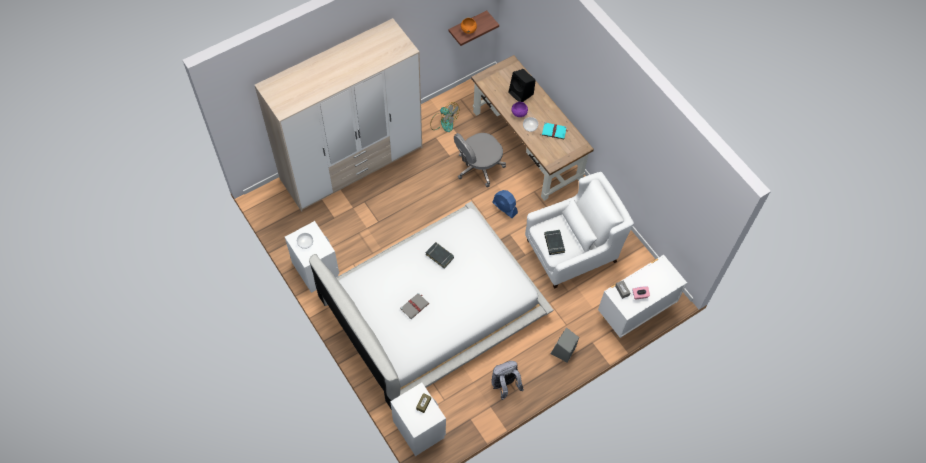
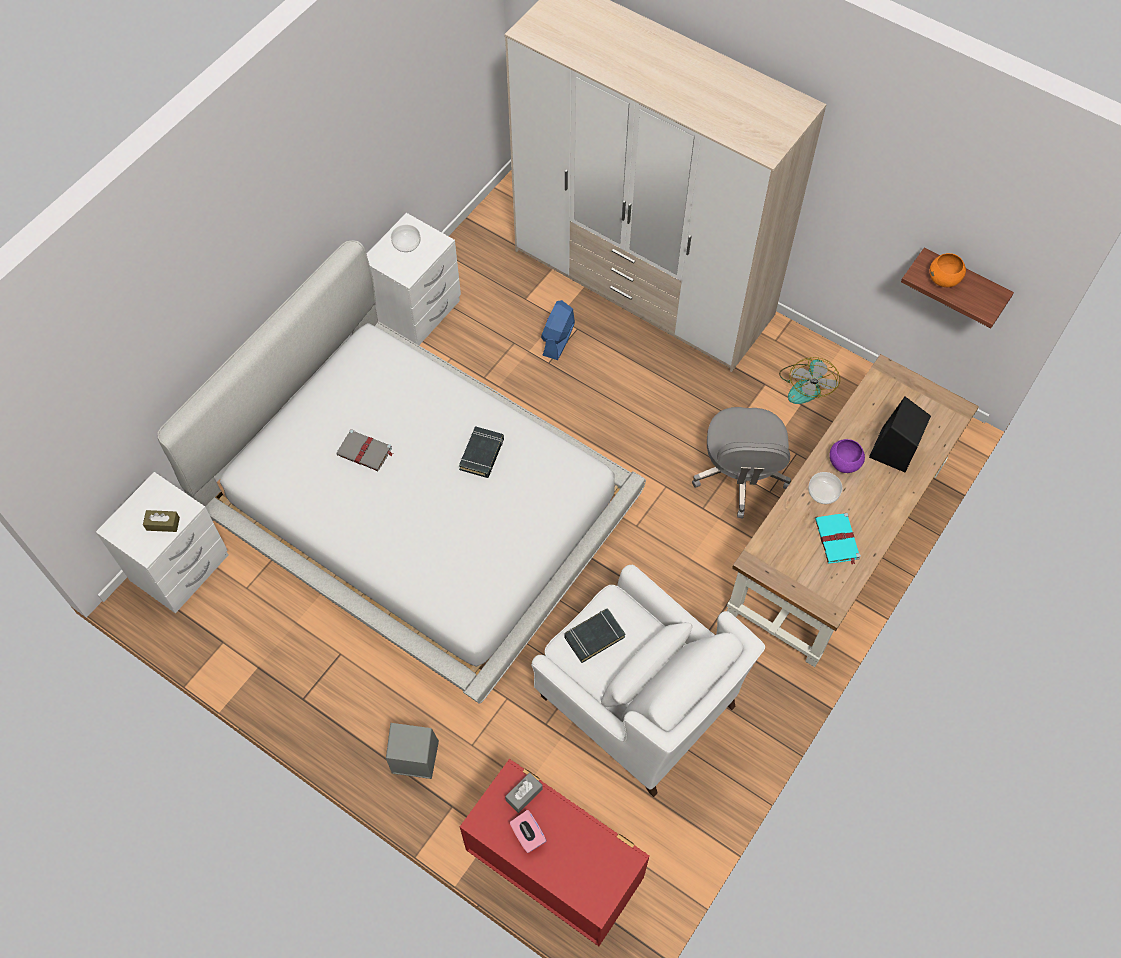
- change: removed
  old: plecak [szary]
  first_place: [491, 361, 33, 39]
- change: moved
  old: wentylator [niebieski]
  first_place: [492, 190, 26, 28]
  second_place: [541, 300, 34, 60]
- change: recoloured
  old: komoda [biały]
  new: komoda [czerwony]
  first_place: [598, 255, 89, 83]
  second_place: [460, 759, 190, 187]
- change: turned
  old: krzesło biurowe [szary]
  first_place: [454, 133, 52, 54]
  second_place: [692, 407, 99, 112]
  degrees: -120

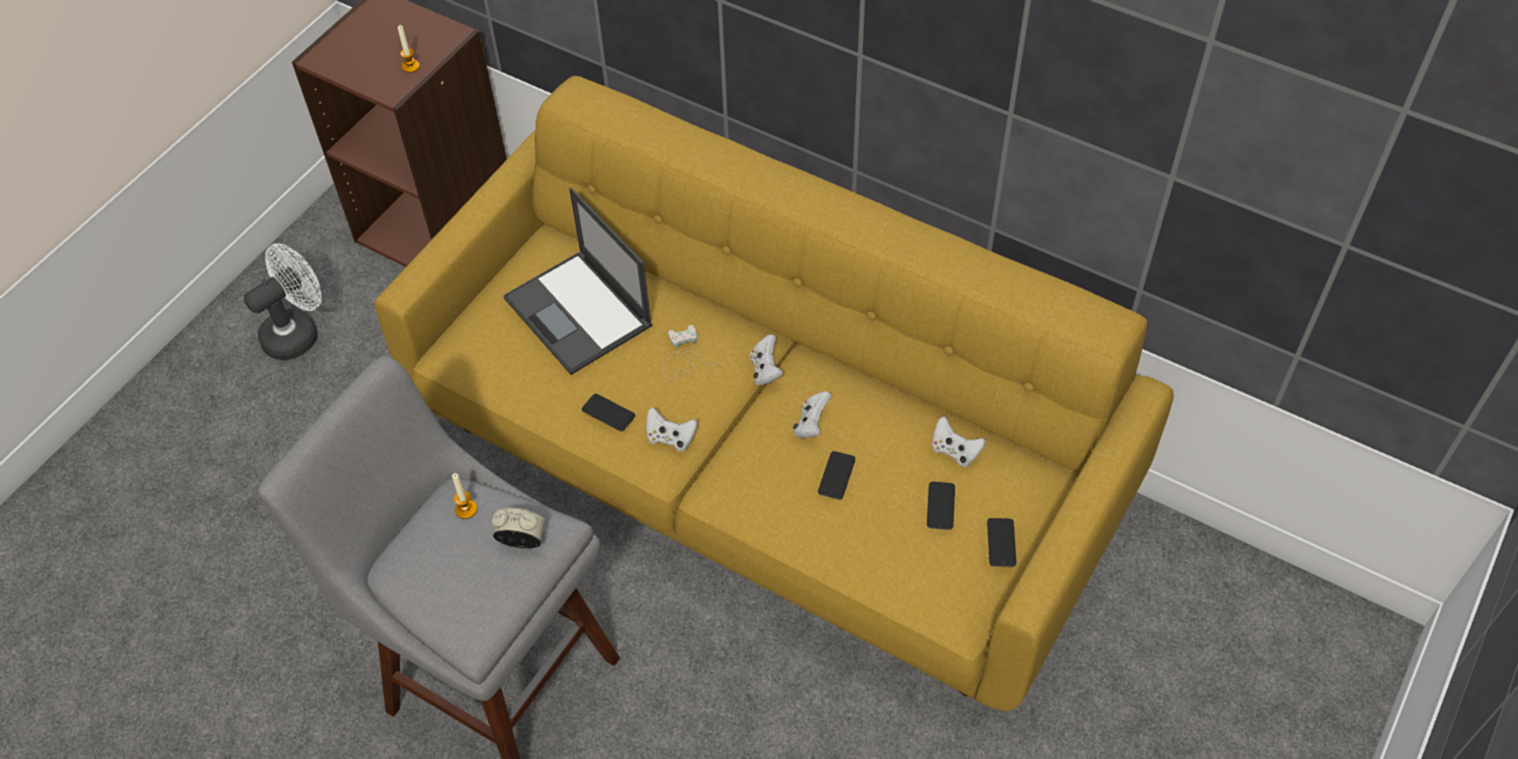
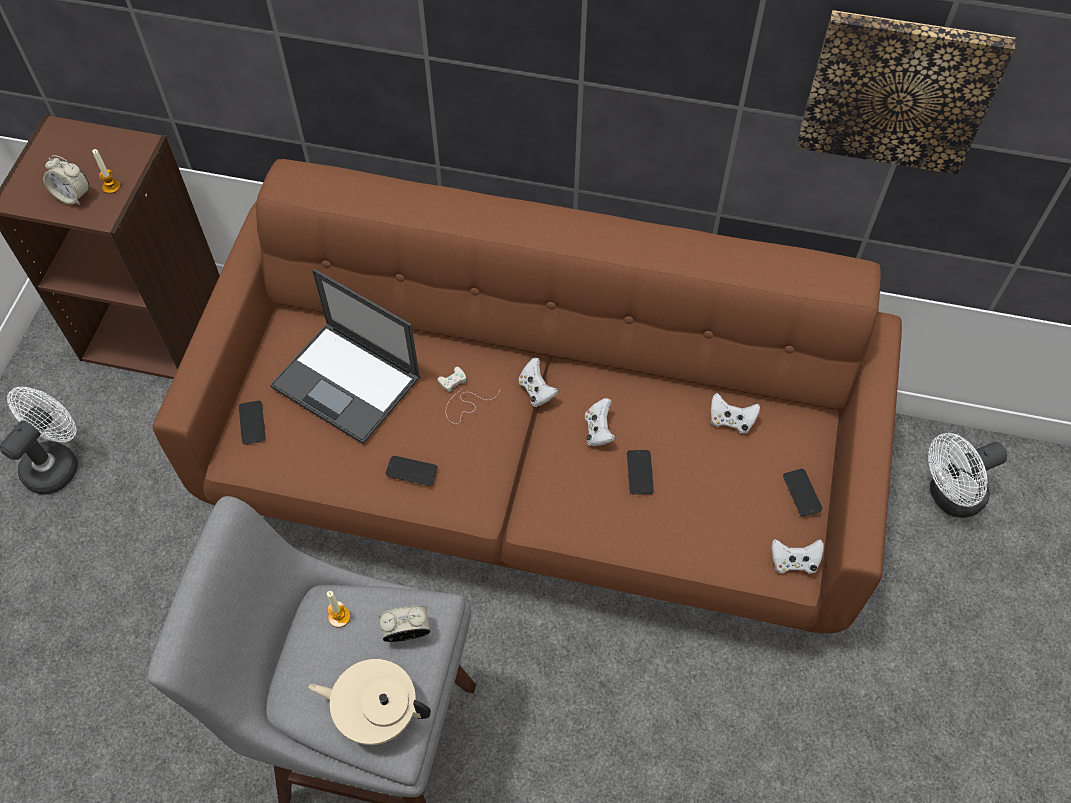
- change: added
  new: budzik
  second_place: [43, 155, 46, 50]
- change: added
  new: imbryk [beżowy]
  second_place: [308, 659, 123, 86]
- change: added
  new: obraz
  second_place: [796, 10, 220, 165]
- change: added
  new: wentylator [biały]
  second_place: [928, 433, 79, 85]
- change: moved
  old: pad do gier [biały]
  first_place: [646, 407, 52, 44]
  second_place: [771, 539, 53, 35]
- change: moved
  old: telefon
  first_place: [927, 482, 28, 48]
  second_place: [239, 401, 27, 44]
- change: recoloured
  old: kanapa [żółty]
  new: kanapa [brązowy]
  first_place: [375, 76, 799, 635]
  second_place: [153, 159, 749, 475]

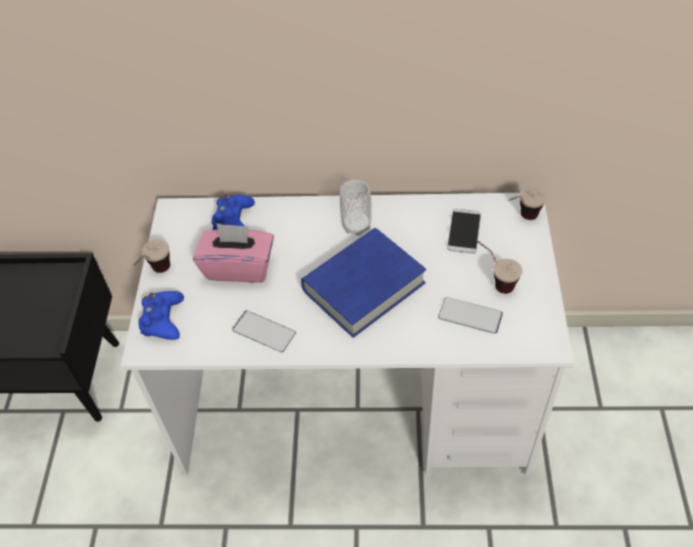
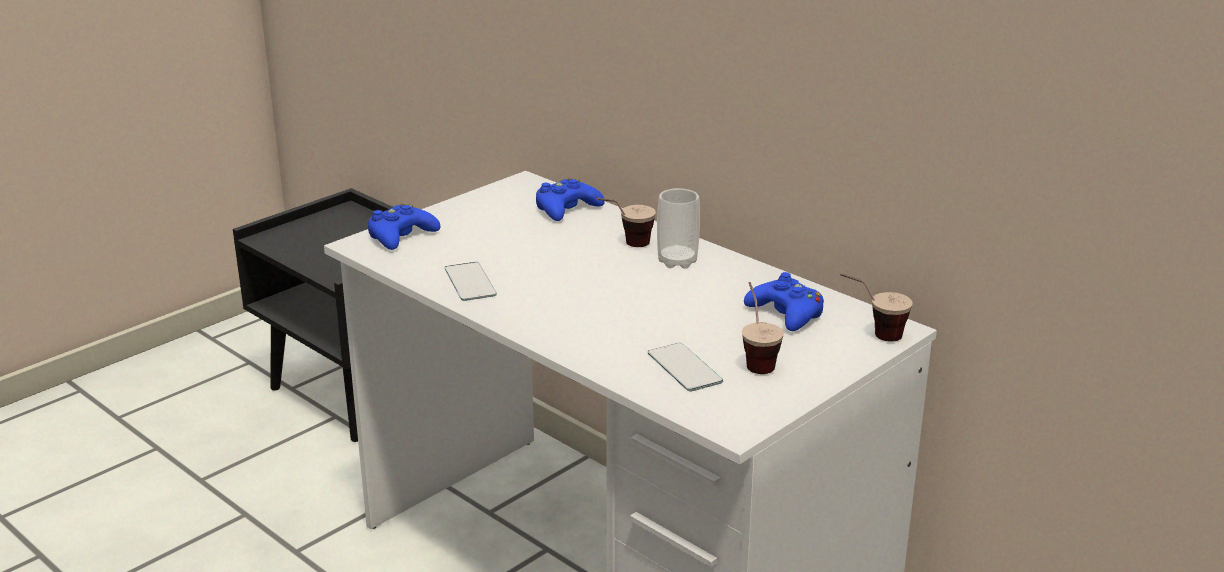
- change: removed
  old: pudełko chusteczek [różowy]
  first_place: [193, 223, 81, 60]
- change: removed
  old: książka [niebieski]
  first_place: [301, 228, 125, 110]
- change: moved
  old: filiżanka
  first_place: [134, 239, 36, 34]
  second_place: [597, 198, 59, 49]
- change: replaced
  old: telefon
  new: pad do gier [niebieski]
  first_place: [447, 209, 34, 45]
  second_place: [744, 272, 80, 59]

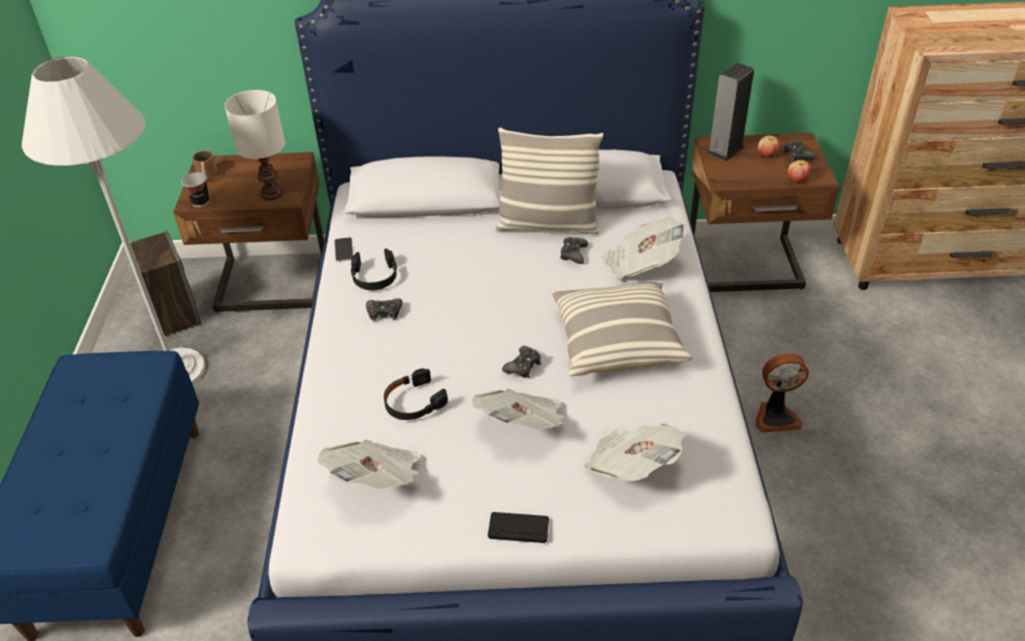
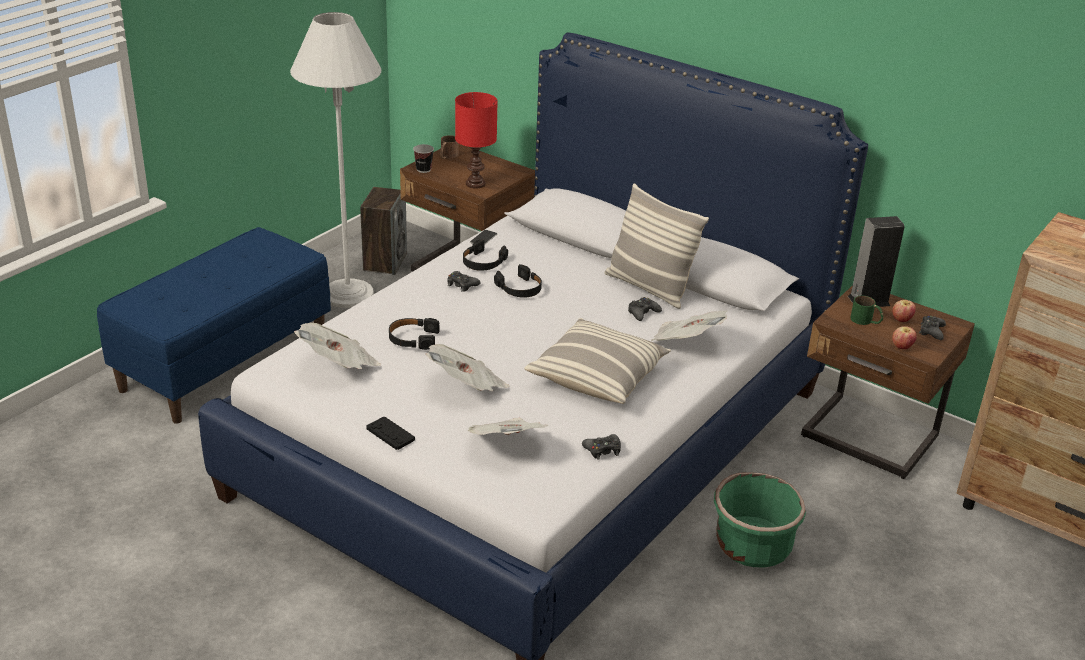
- change: added
  new: słuchawki [czarny]
  second_place: [494, 264, 48, 34]
- change: added
  new: kubek [zielony]
  second_place: [850, 295, 33, 30]
- change: moved
  old: pad do gier [czarny]
  first_place: [502, 346, 39, 32]
  second_place: [582, 434, 39, 25]
- change: replaced
  old: wentylator
  new: donica [zielony]
  first_place: [756, 353, 53, 80]
  second_place: [714, 472, 92, 96]
- change: recoloured
  old: lampa stołowa [biały]
  new: lampa stołowa [czerwony]
  first_place: [225, 90, 60, 110]
  second_place: [455, 92, 43, 97]

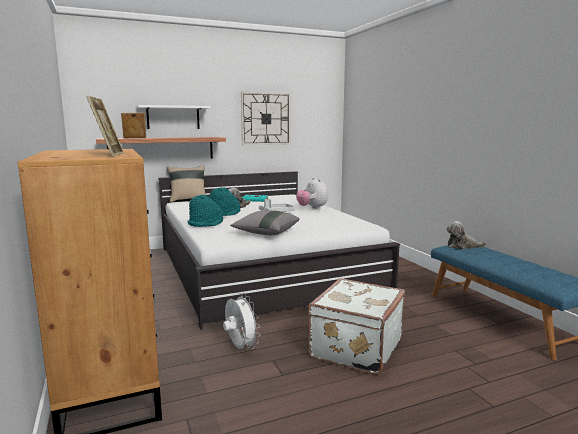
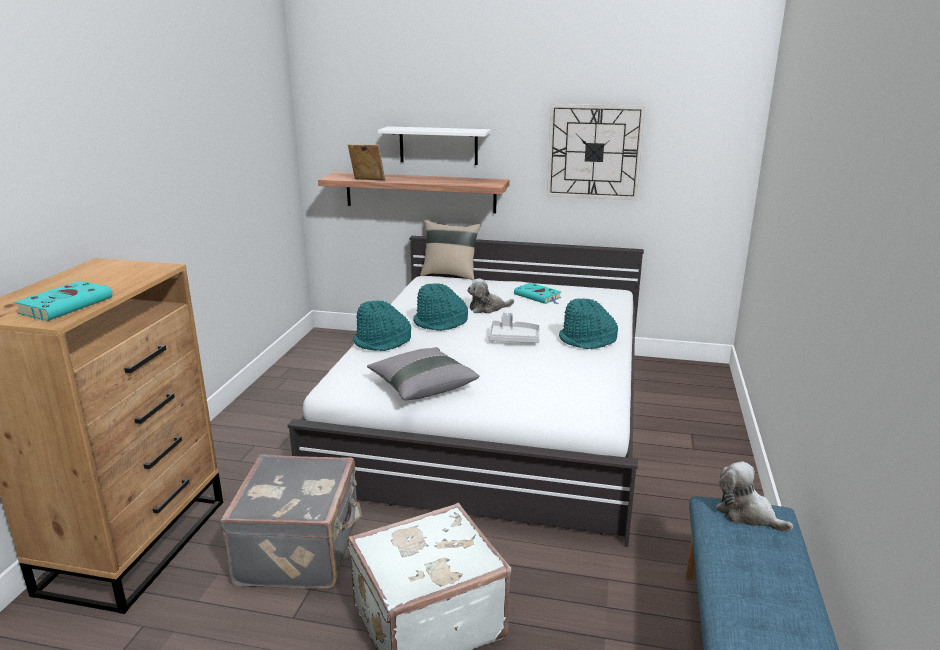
- change: replaced
  old: ramka na zdjęcie
  new: książka [turkusowy]
  first_place: [87, 96, 37, 61]
  second_place: [14, 281, 98, 40]
- change: replaced
  old: wentylator [biały]
  new: walizka [szary]
  first_place: [223, 293, 38, 57]
  second_place: [220, 454, 142, 135]
- change: replaced
  old: pluszak
  new: kapelusz [turkusowy]
  first_place: [296, 178, 32, 31]
  second_place: [559, 298, 59, 51]

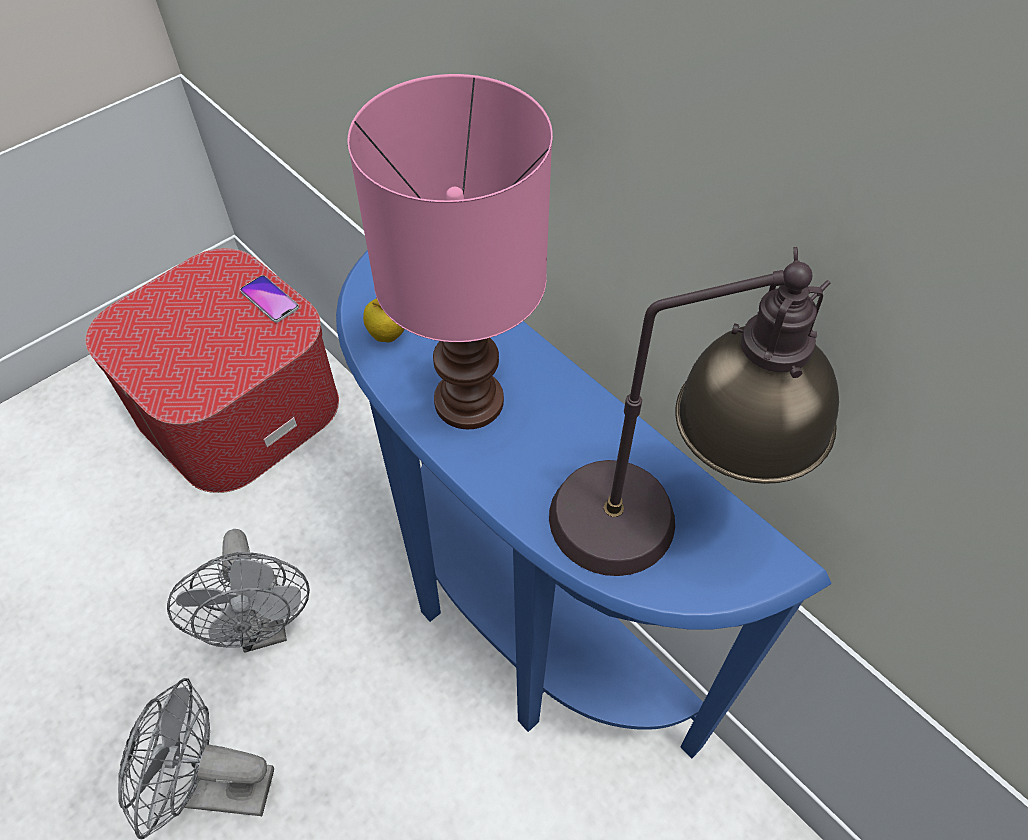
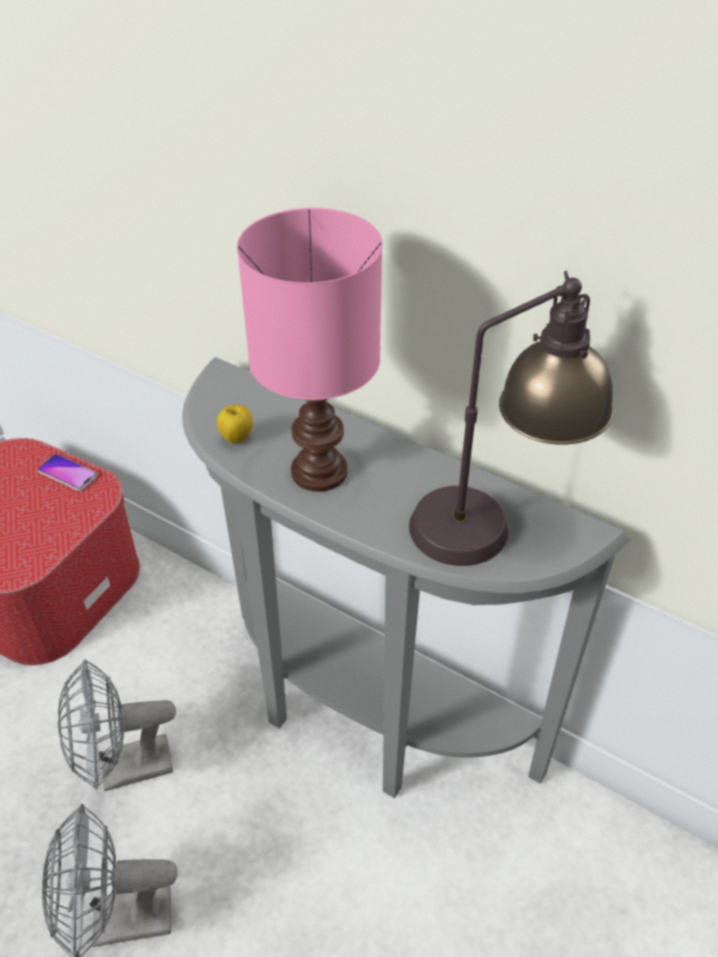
- change: recoloured
  old: stolik konsolowy [niebieski]
  new: stolik konsolowy [szary]
  first_place: [336, 250, 496, 508]
  second_place: [182, 357, 448, 441]
- change: turned
  old: wentylator [szary]
  first_place: [167, 529, 143, 124]
  second_place: [58, 659, 118, 132]
  degrees: 105

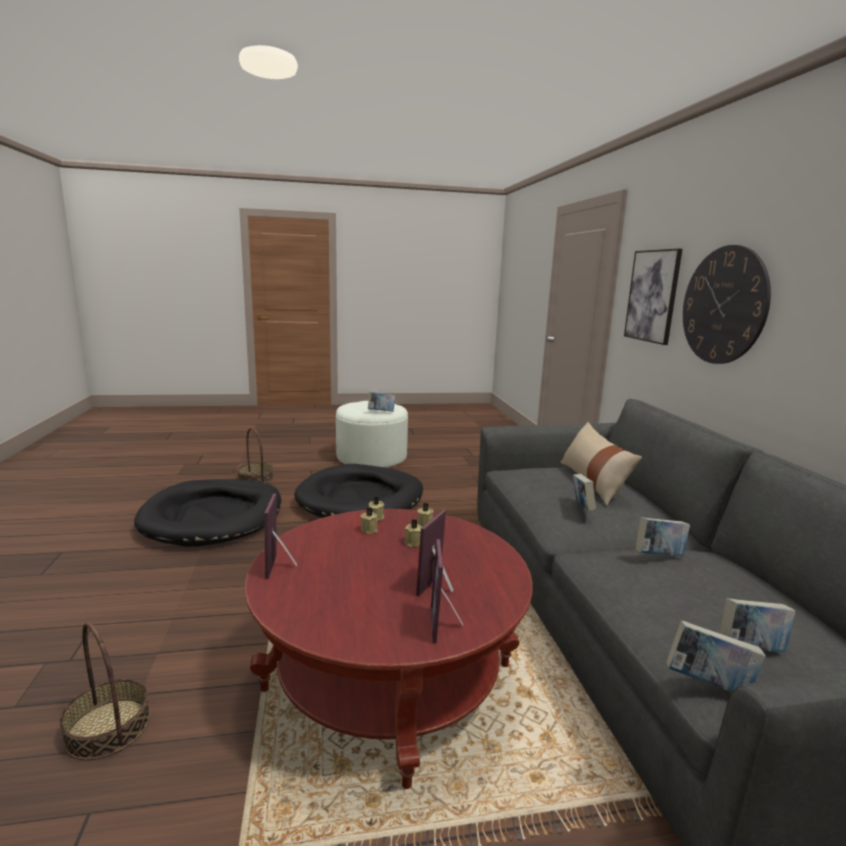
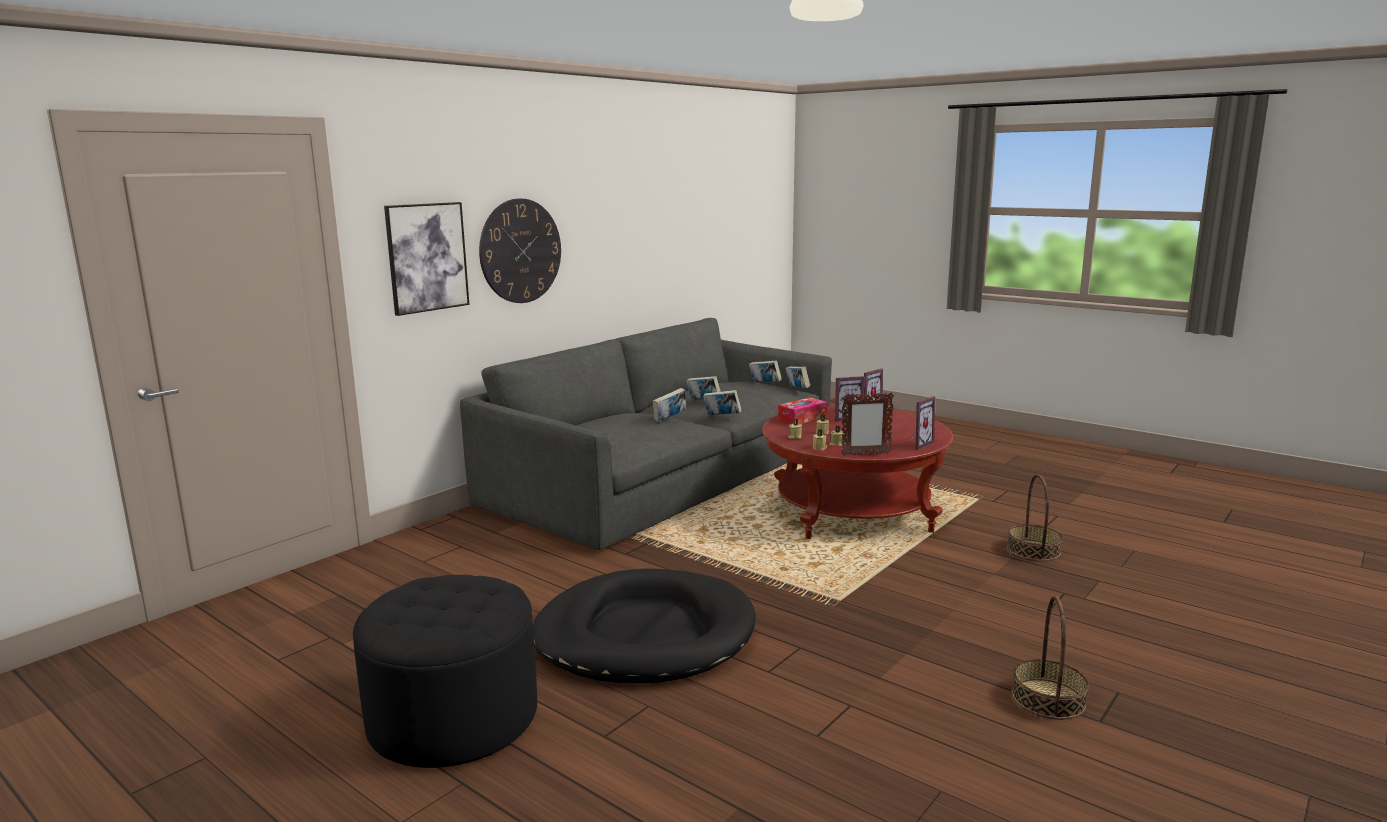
- change: removed
  old: legowisko [czarny]
  first_place: [134, 479, 147, 68]
- change: removed
  old: poduszka [beżowy]
  first_place: [561, 422, 81, 83]
- change: added
  new: pudełko chusteczek
  second_place: [778, 397, 50, 27]
- change: added
  new: ramka na zdjęcie
  second_place: [841, 392, 53, 64]
- change: moved
  old: koszyk
  first_place: [237, 428, 37, 56]
  second_place: [1012, 596, 77, 124]
- change: moved
  old: książka
  first_place: [368, 392, 28, 20]
  second_place: [703, 390, 38, 25]
- change: recoloured
  old: pufa [biały]
  new: pufa [czarny]
  first_place: [336, 401, 72, 67]
  second_place: [353, 575, 184, 193]

